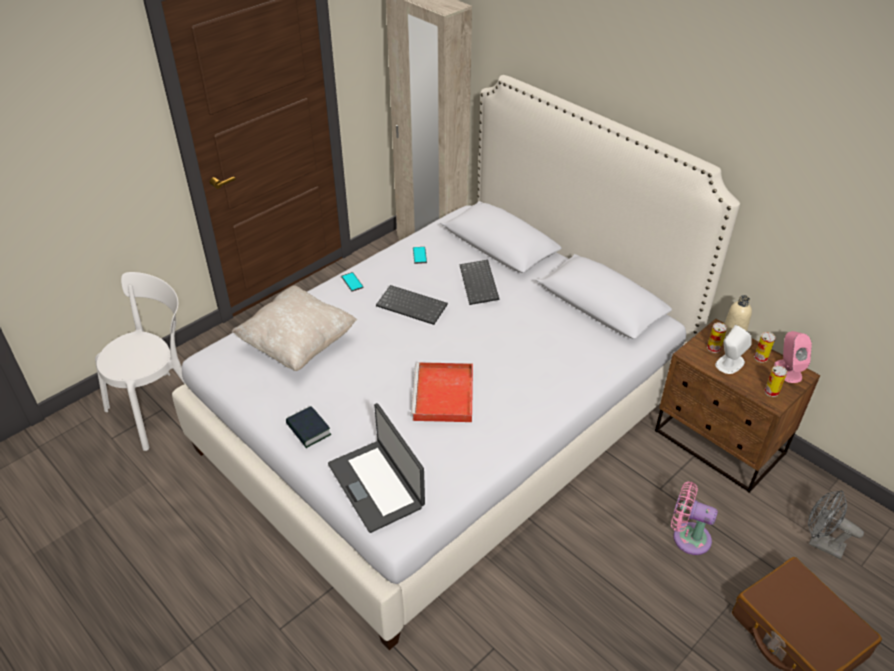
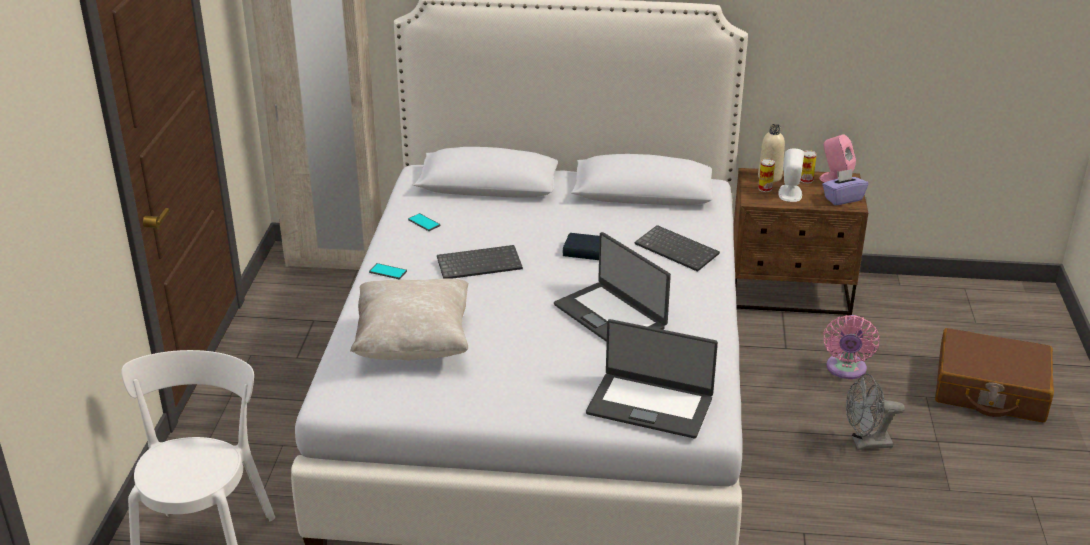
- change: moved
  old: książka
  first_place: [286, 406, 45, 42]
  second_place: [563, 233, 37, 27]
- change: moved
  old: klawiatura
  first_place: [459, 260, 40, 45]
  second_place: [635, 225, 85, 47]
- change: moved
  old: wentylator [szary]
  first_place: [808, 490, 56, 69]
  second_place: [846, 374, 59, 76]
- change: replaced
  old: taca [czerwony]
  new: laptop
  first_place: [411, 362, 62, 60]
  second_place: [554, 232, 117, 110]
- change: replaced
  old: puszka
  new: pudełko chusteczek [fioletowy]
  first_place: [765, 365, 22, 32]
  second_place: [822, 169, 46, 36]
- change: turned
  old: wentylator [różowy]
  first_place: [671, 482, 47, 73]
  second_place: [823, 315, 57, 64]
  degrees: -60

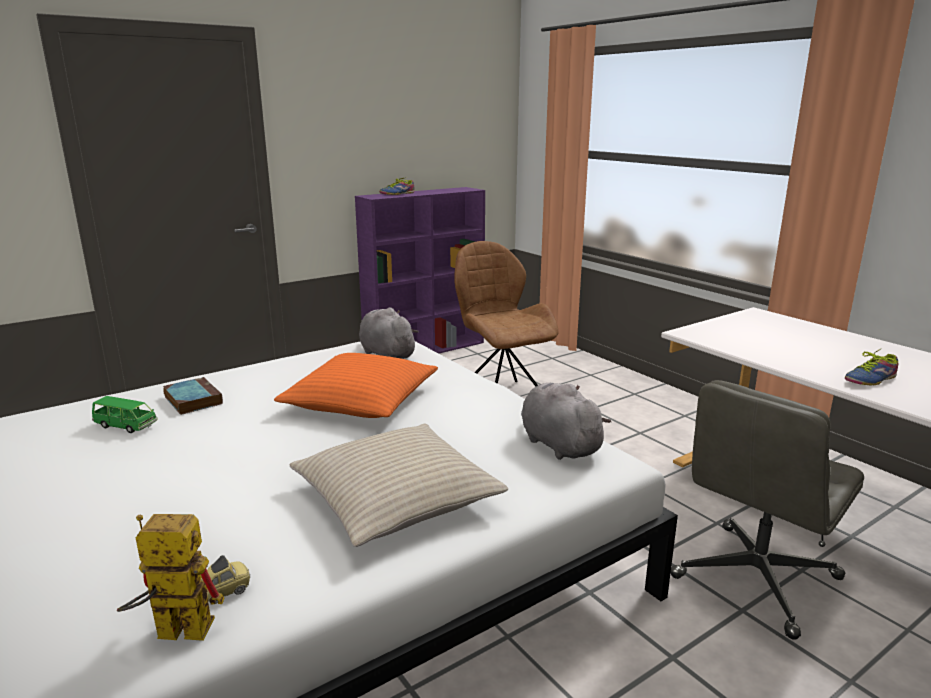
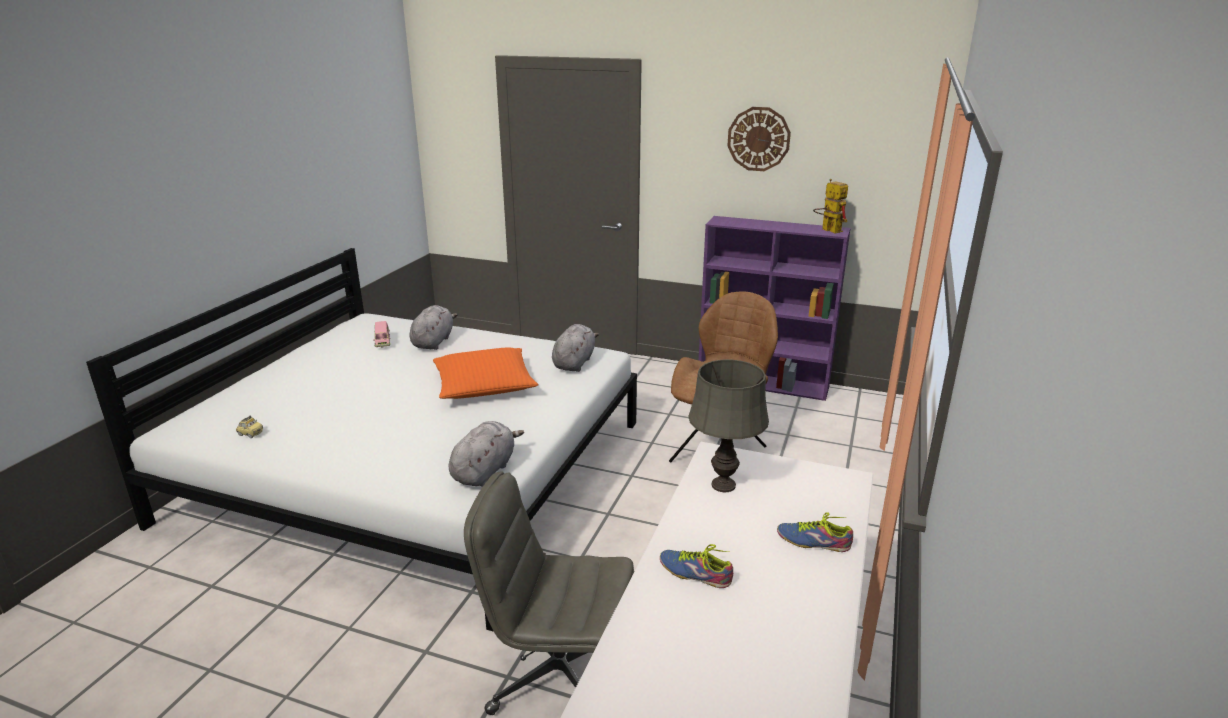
- change: removed
  old: poduszka [beżowy]
  first_place: [289, 423, 219, 124]
- change: added
  new: lampa stołowa [szary]
  second_place: [688, 360, 81, 132]
- change: added
  new: zegar ścienny
  second_place: [727, 107, 64, 64]
- change: moved
  old: robot zabawkowy
  first_place: [117, 514, 107, 127]
  second_place: [813, 179, 35, 54]
- change: moved
  old: but
  first_place: [379, 178, 35, 17]
  second_place: [777, 513, 76, 39]
- change: replaced
  old: książka
  new: pluszak [szary]
  first_place: [163, 377, 60, 38]
  second_place: [409, 305, 49, 45]
- change: recoloured
  old: samochodzik [zielony]
  new: samochodzik [różowy]
  first_place: [92, 396, 66, 37]
  second_place: [373, 321, 18, 27]

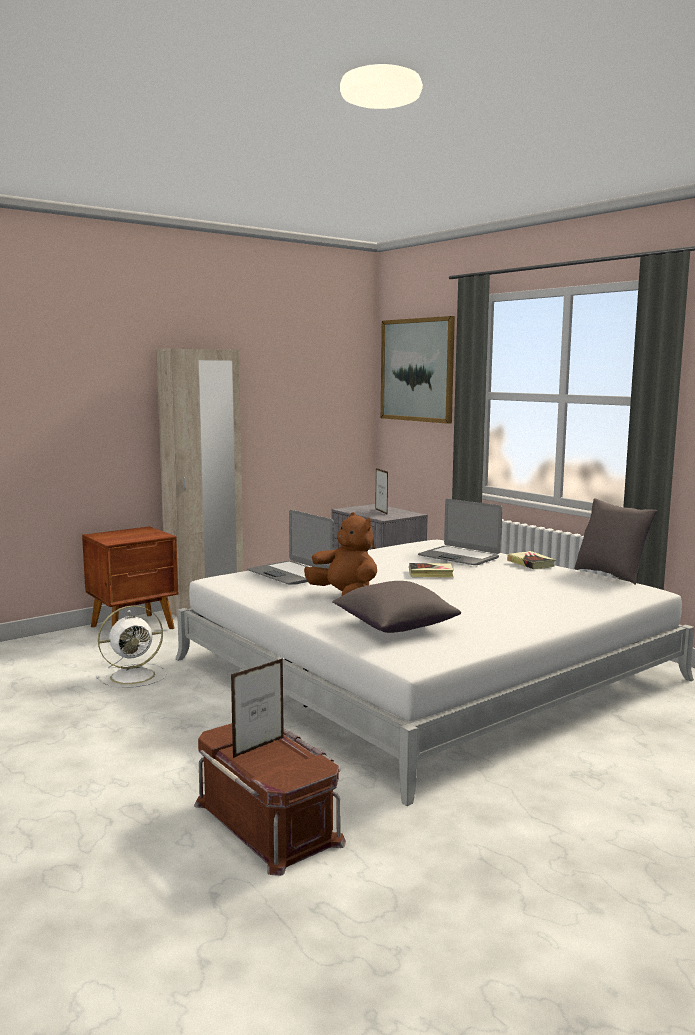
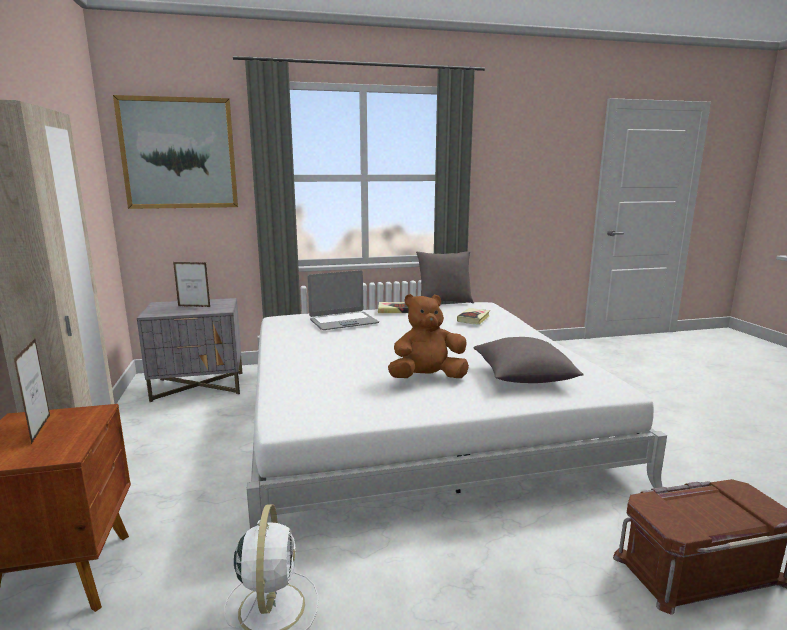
- change: removed
  old: laptop
  first_place: [247, 510, 87, 75]
- change: moved
  old: ramka na zdjęcie
  first_place: [231, 658, 53, 100]
  second_place: [14, 338, 36, 106]
- change: moved
  old: książka
  first_place: [409, 563, 45, 15]
  second_place: [457, 308, 33, 17]

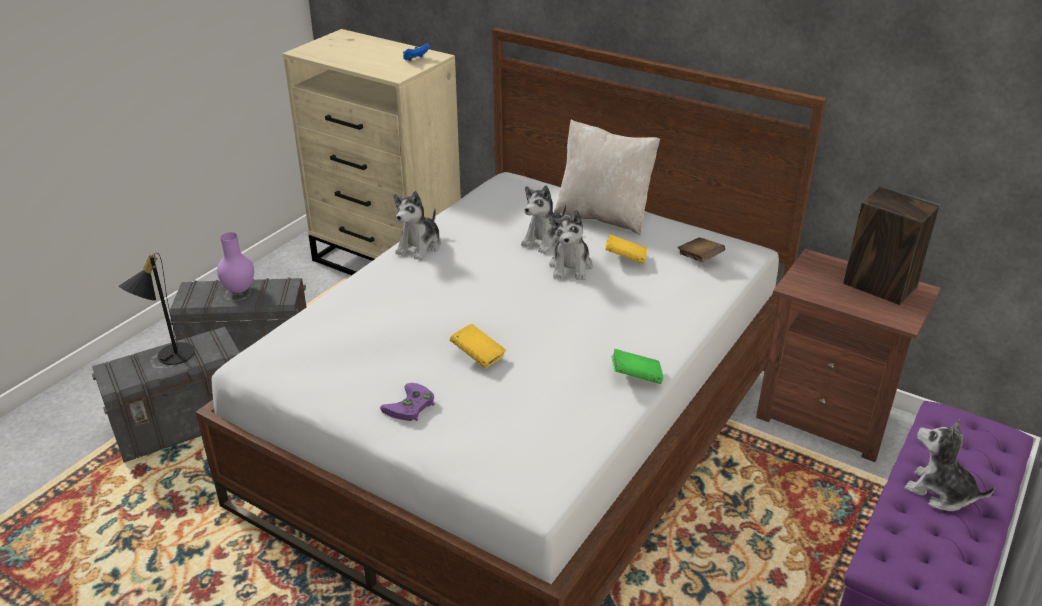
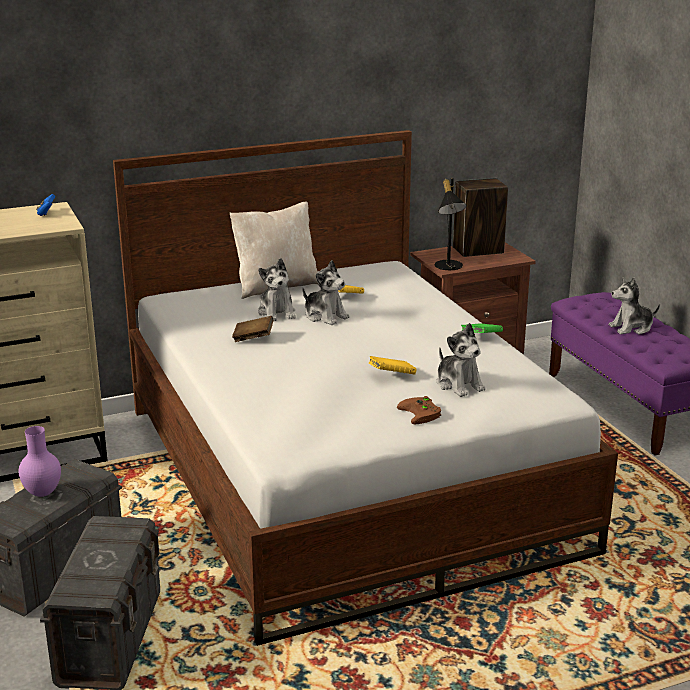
- change: moved
  old: lampa stołowa [czarny]
  first_place: [119, 253, 76, 112]
  second_place: [435, 178, 32, 92]
- change: moved
  old: pluszak
  first_place: [394, 191, 47, 69]
  second_place: [437, 323, 49, 74]
- change: moved
  old: książka [brązowy]
  first_place: [678, 237, 47, 25]
  second_place: [232, 316, 42, 26]
- change: recoloured
  old: pad do gier [fioletowy]
  new: pad do gier [brązowy]
  first_place: [380, 383, 55, 38]
  second_place: [397, 396, 44, 28]

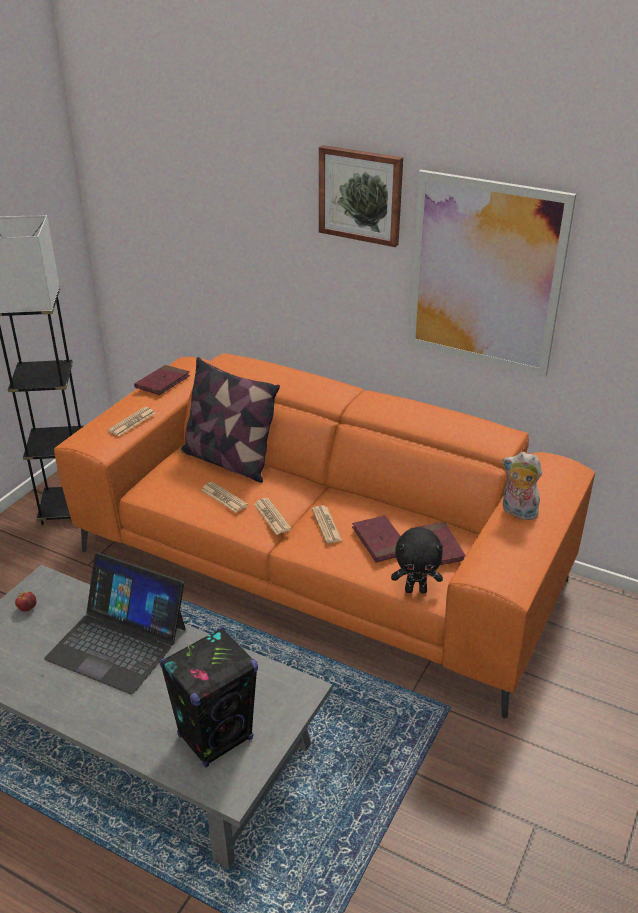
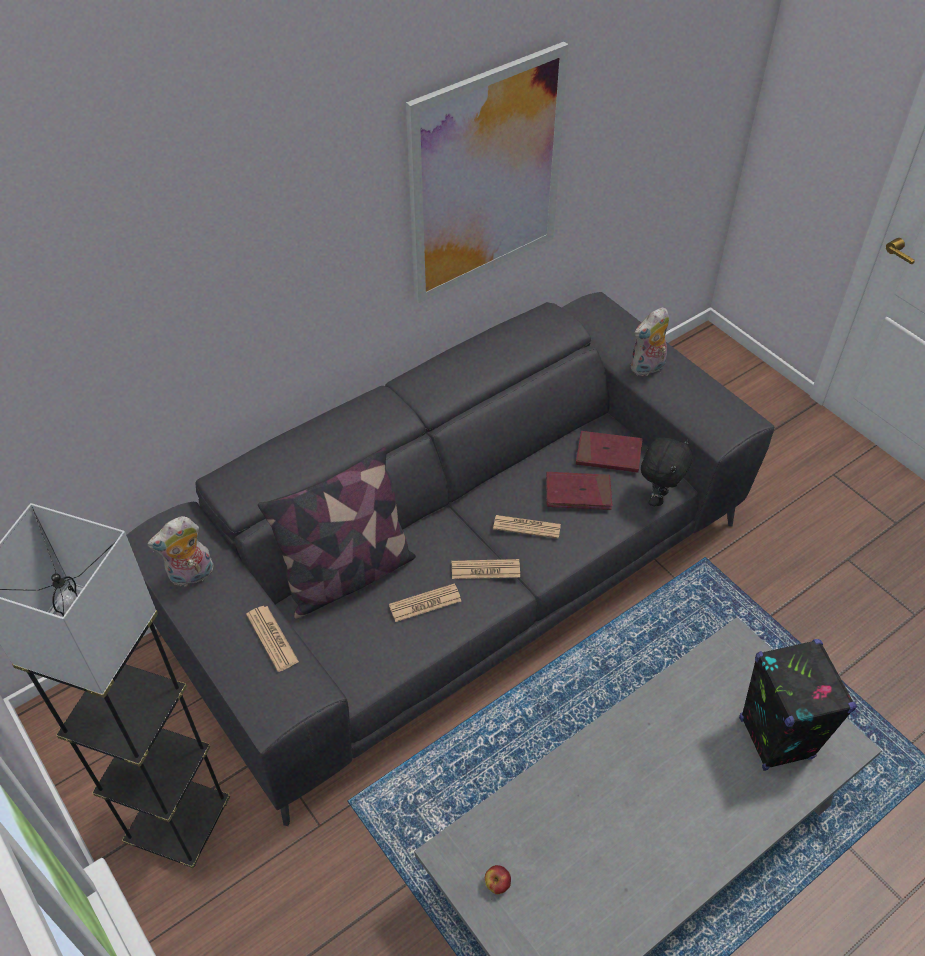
- change: removed
  old: laptop
  first_place: [44, 553, 142, 141]
- change: removed
  old: obraz
  first_place: [319, 145, 84, 102]
- change: replaced
  old: książka [czerwony]
  new: pluszak
  first_place: [134, 365, 56, 30]
  second_place: [147, 516, 66, 71]
- change: recoloured
  old: kanapa [pomarańczowy]
  new: kanapa [szary]
  first_place: [54, 353, 541, 366]
  second_place: [126, 292, 648, 534]

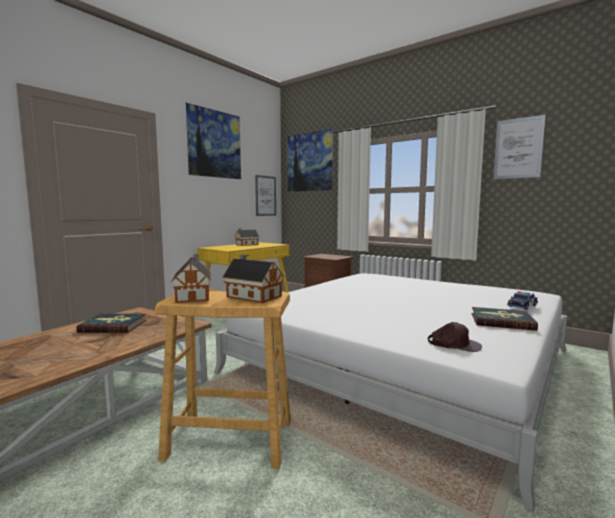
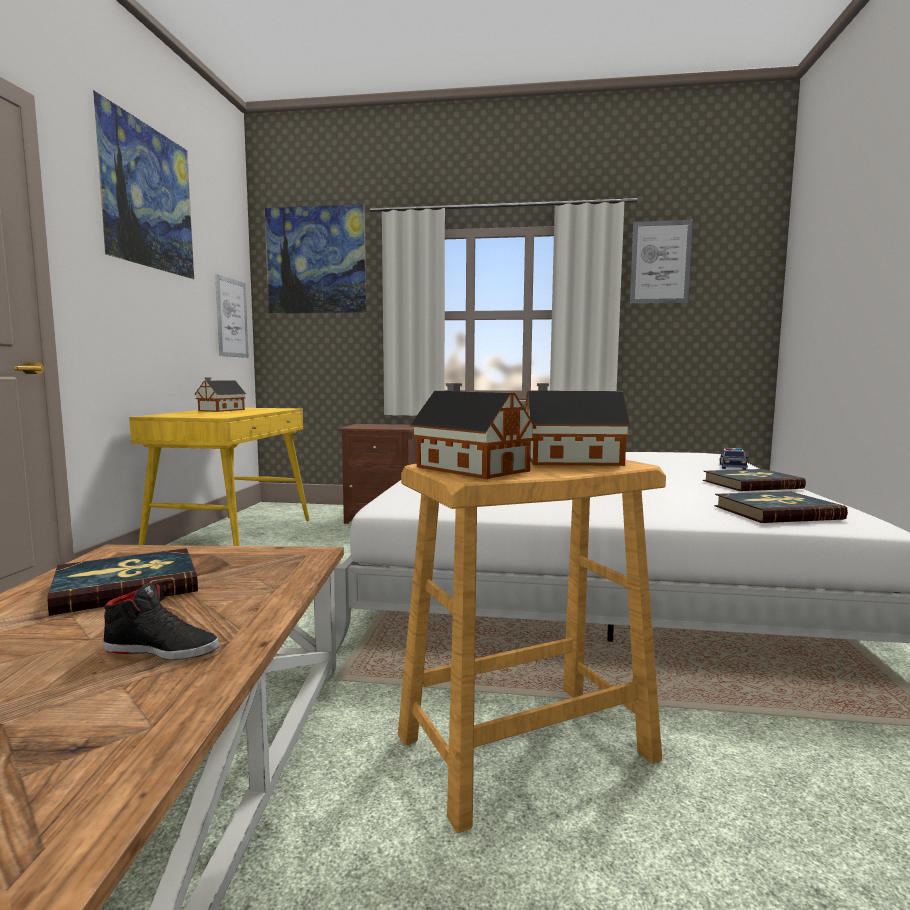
- change: added
  new: but [czarny]
  second_place: [102, 583, 117, 77]
- change: replaced
  old: czapka z daszkiem [brązowy]
  new: książka
  first_place: [428, 322, 54, 30]
  second_place: [714, 491, 134, 32]

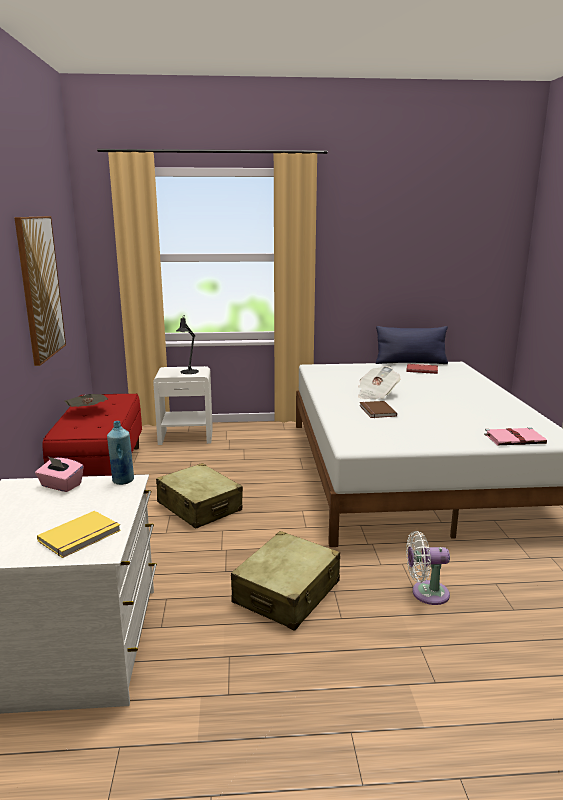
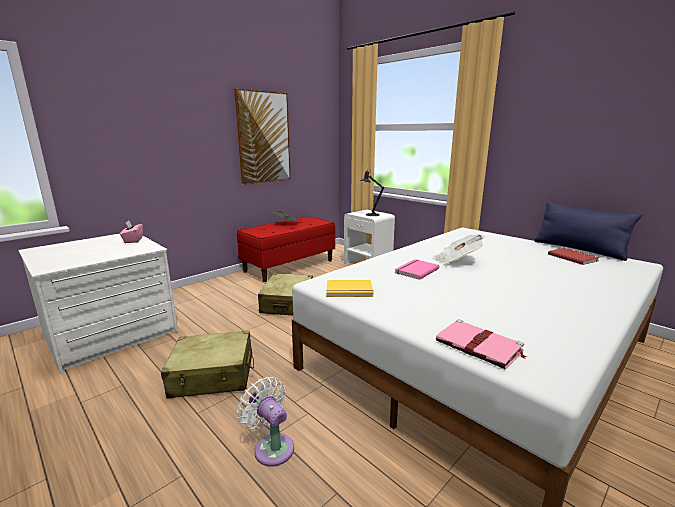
- change: removed
  old: butelka [niebieski]
  first_place: [107, 421, 27, 64]
- change: moved
  old: książka [żółty]
  first_place: [37, 511, 84, 47]
  second_place: [326, 280, 48, 17]
- change: recoloured
  old: książka [brązowy]
  new: książka [różowy]
  first_place: [360, 401, 37, 17]
  second_place: [395, 259, 44, 21]

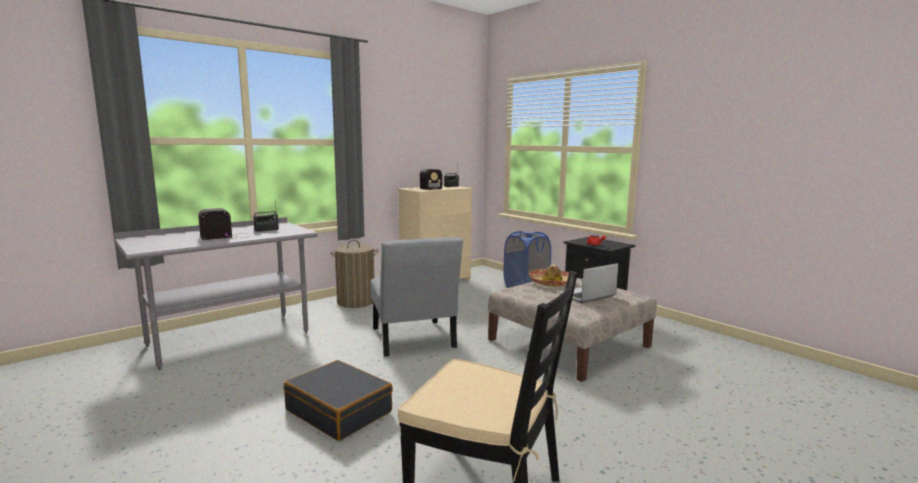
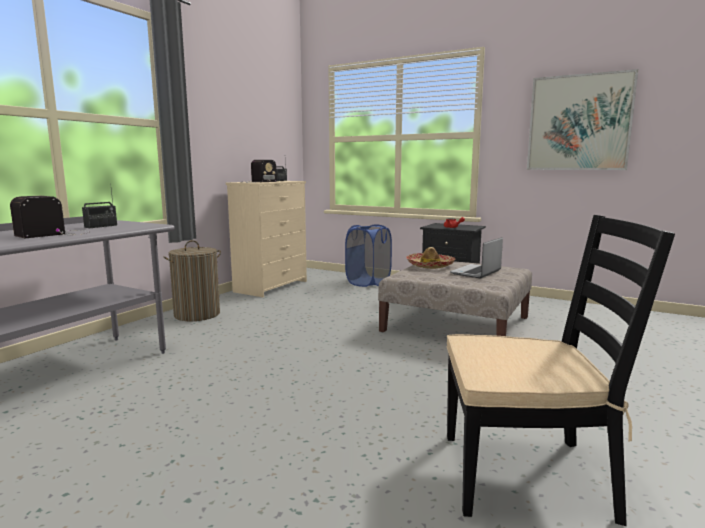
- change: removed
  old: walizka [czarny]
  first_place: [284, 360, 109, 81]
- change: removed
  old: krzesło [szary]
  first_place: [371, 237, 92, 120]
- change: added
  new: obraz
  second_place: [527, 69, 111, 101]

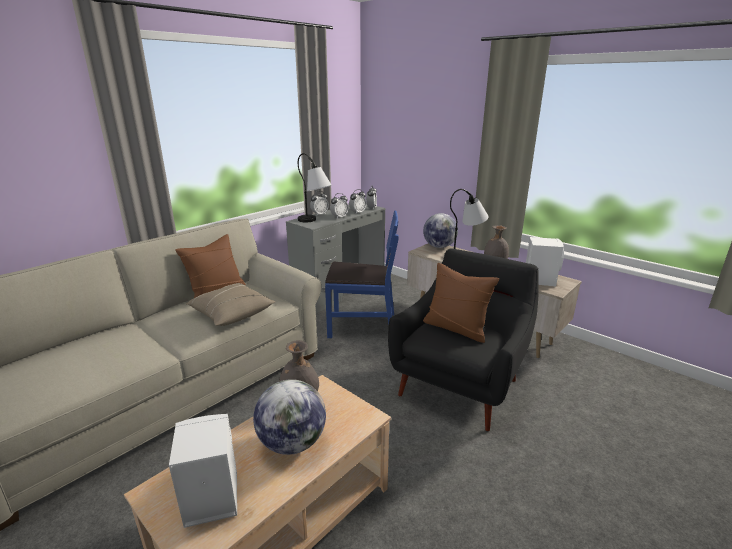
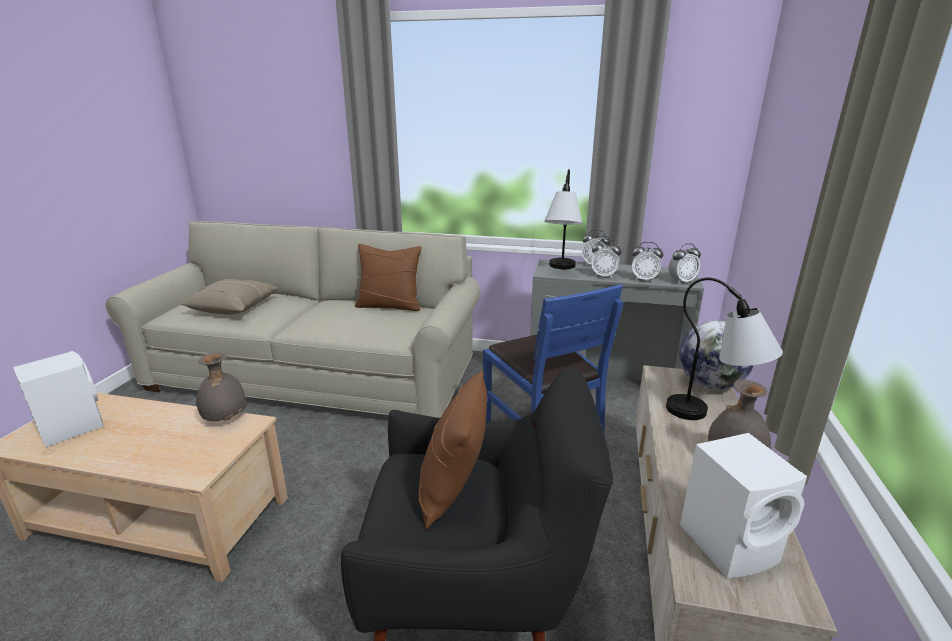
- change: removed
  old: globus
  first_place: [253, 379, 73, 76]
- change: moved
  old: poduszka [beżowy]
  first_place: [186, 283, 89, 43]
  second_place: [181, 279, 98, 36]

